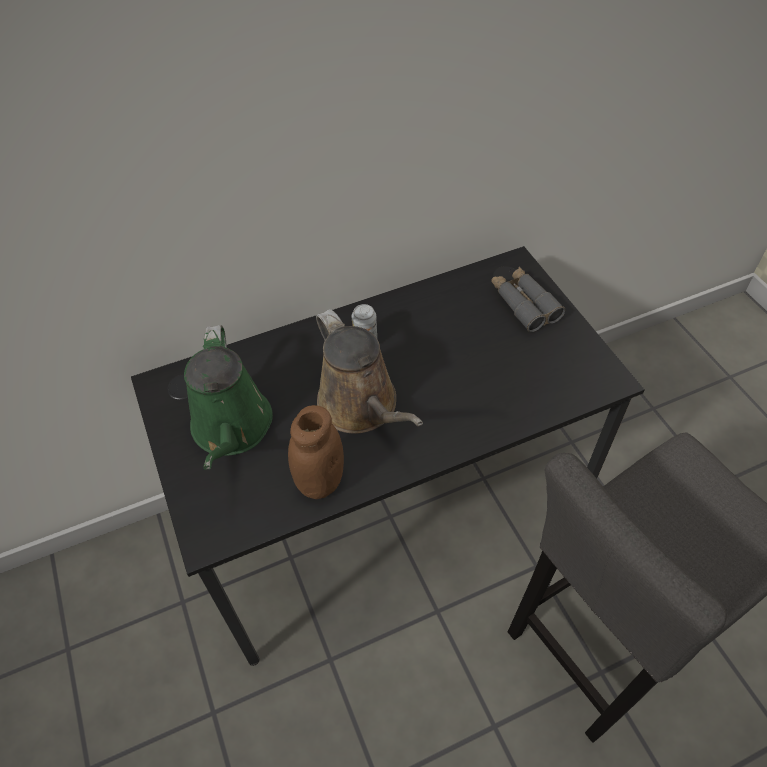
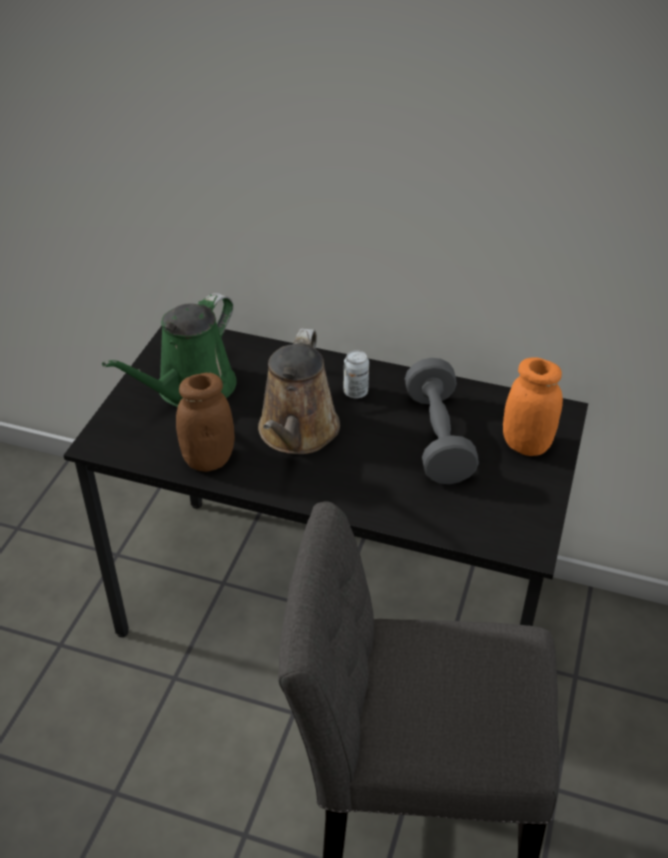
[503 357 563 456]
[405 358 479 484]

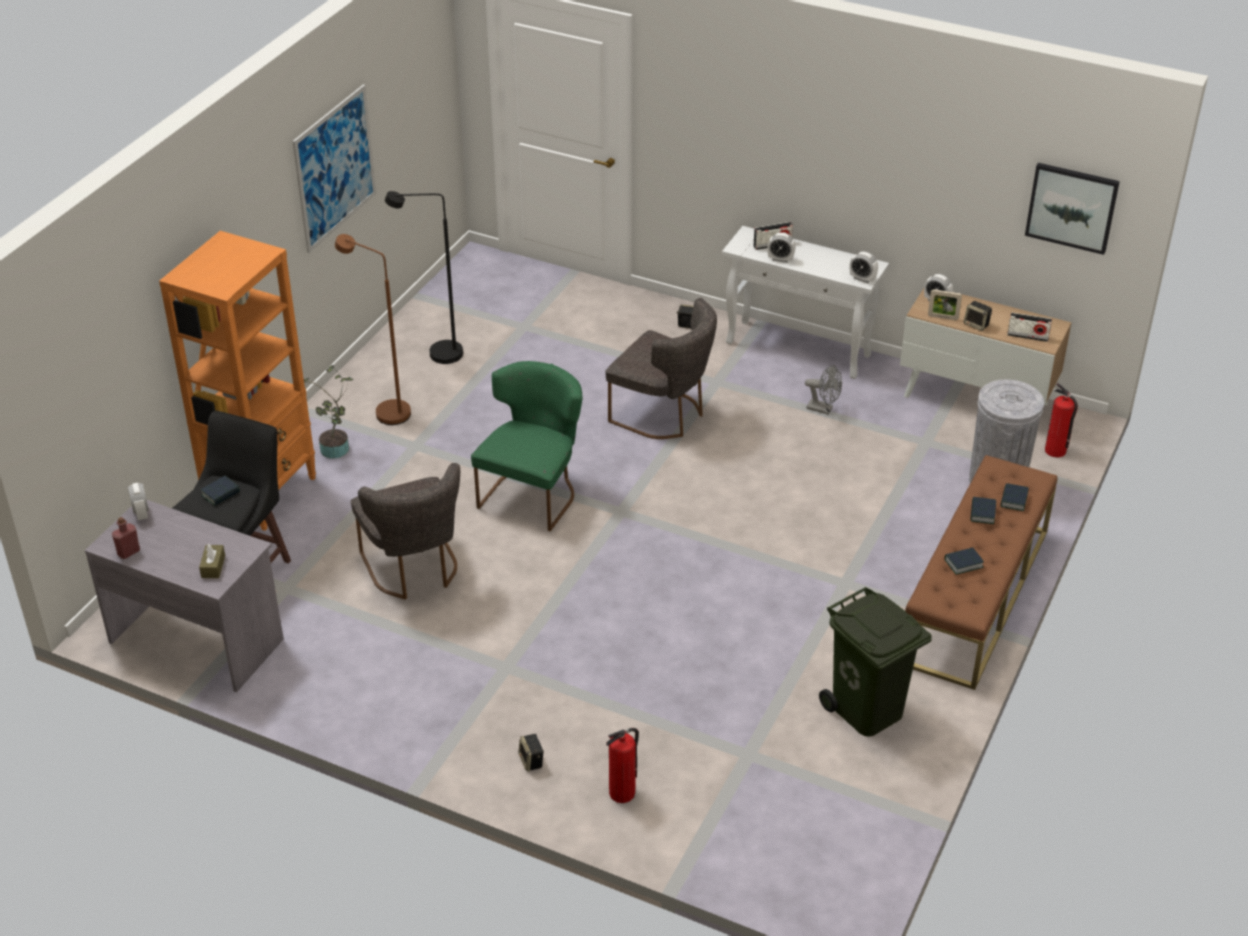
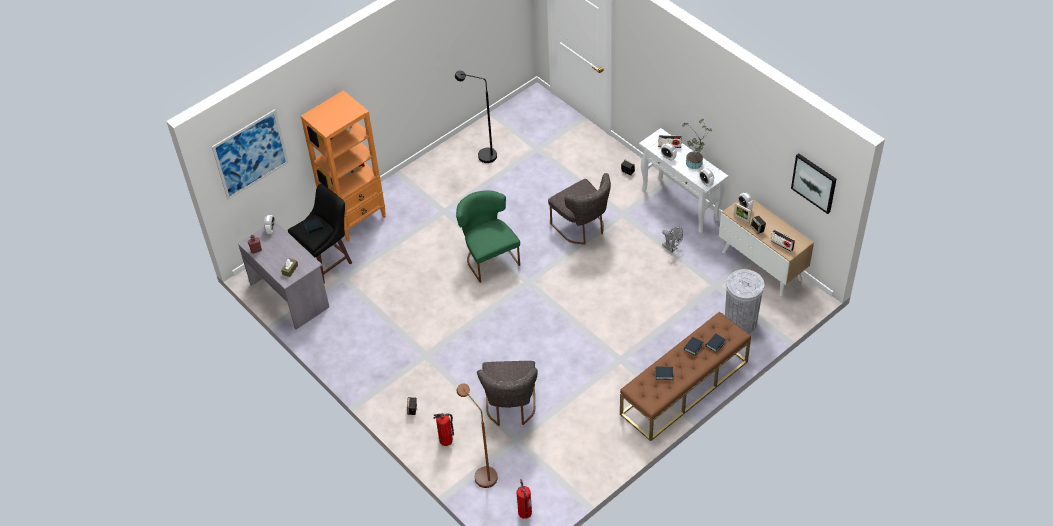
[212 109 289 200]
[682 119 712 169]
[457 383 498 488]
[477 361 538 426]
[456 191 520 283]
[819 587 932 737] (first image)
[517 479 532 519]

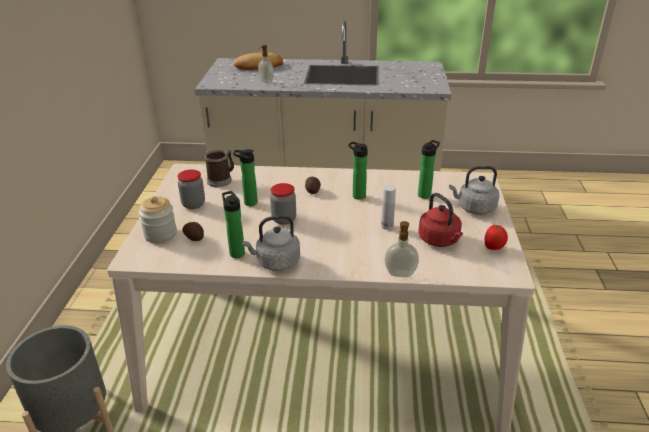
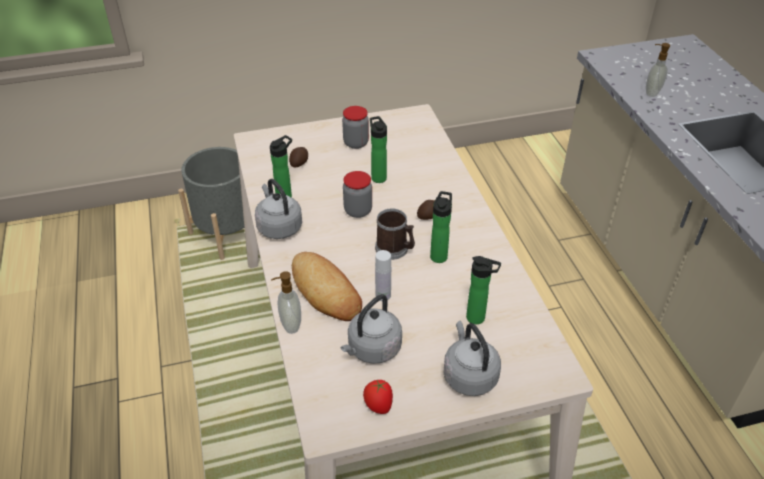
[139 196 177 243] (first image)
[375 208 415 260]
[292 252 362 321]
[340 294 402 364]

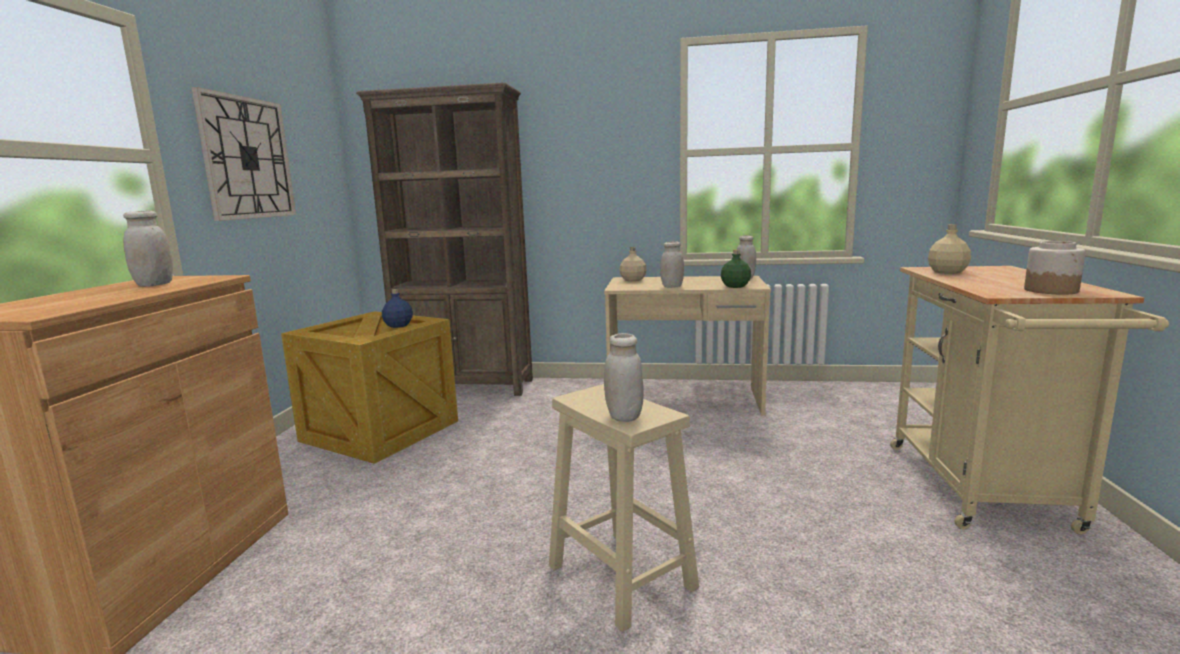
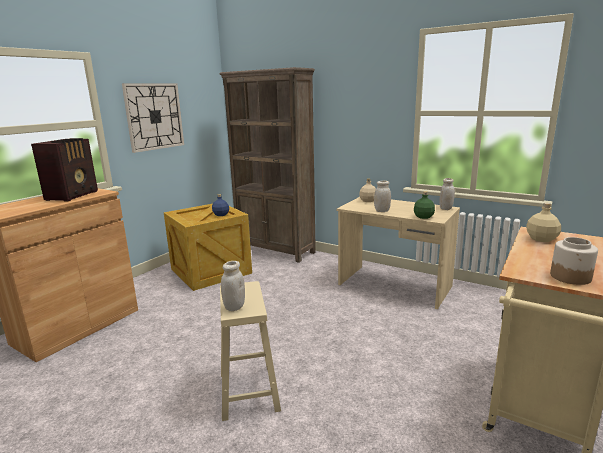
[31 138 98 202]

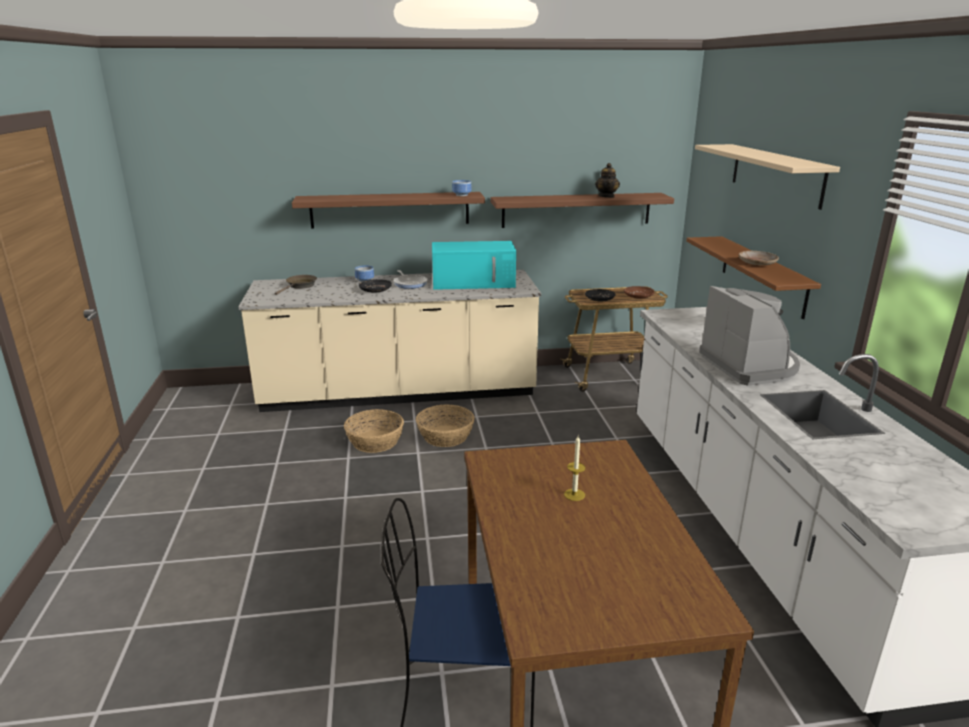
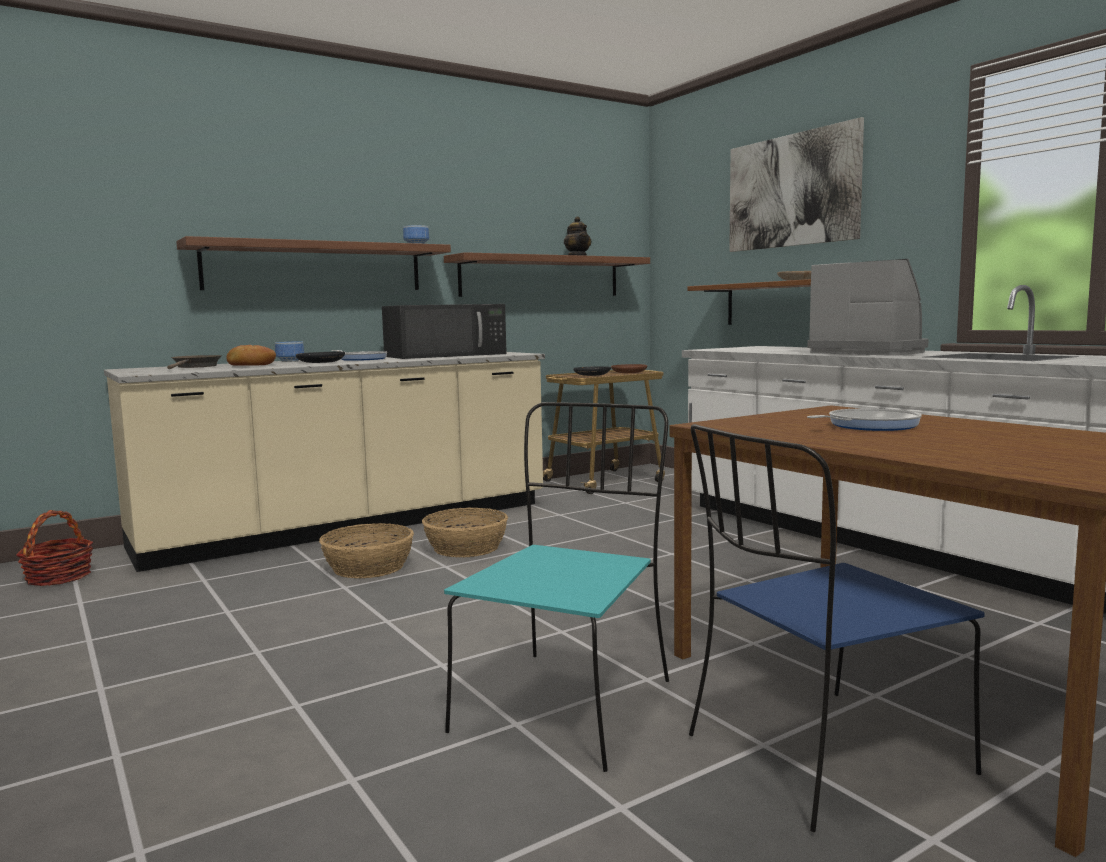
[382 304 507 359]
[807 408 922 431]
[729 117 864 252]
[16 510 93 586]
[226 345 276 366]
[444 402 669 772]

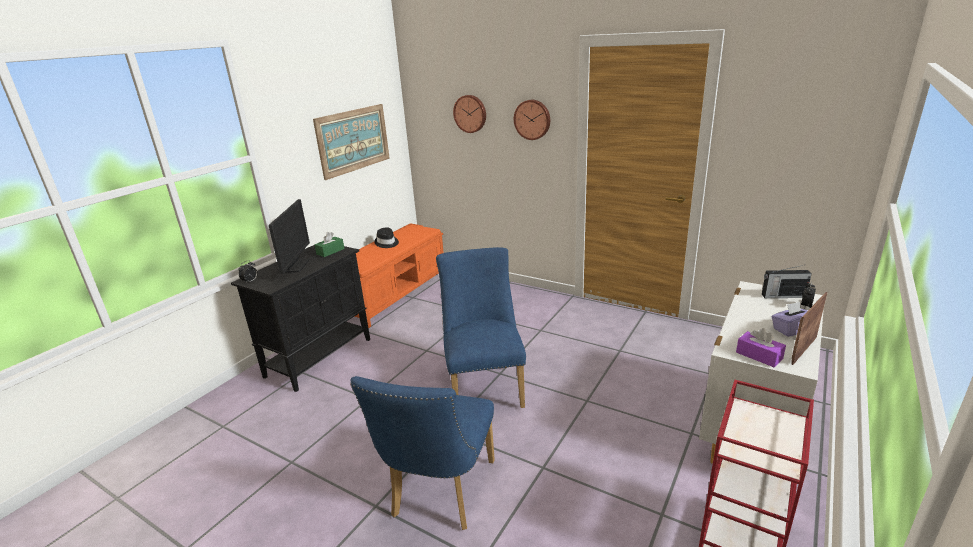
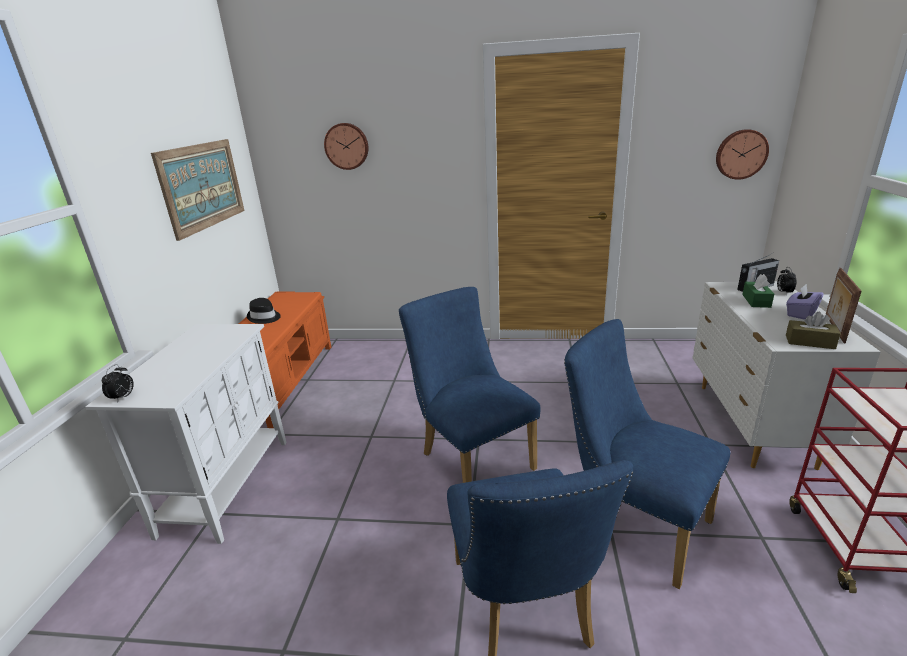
[86 324 286 544]
[269 199 310 274] (first image)
[742 274 774 308]
[716 129 769 180]
[786 312 841 349]
[564 319 730 589]

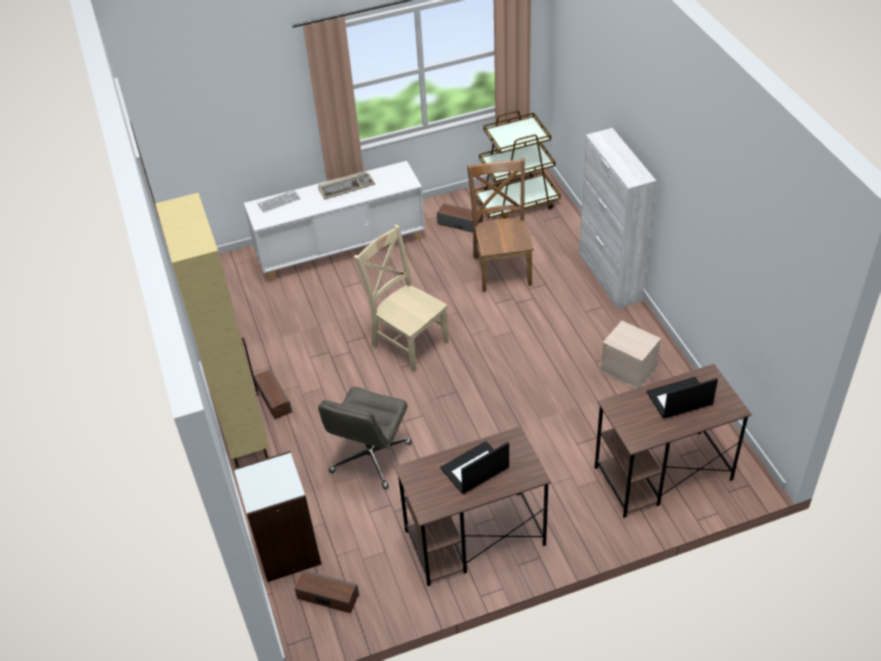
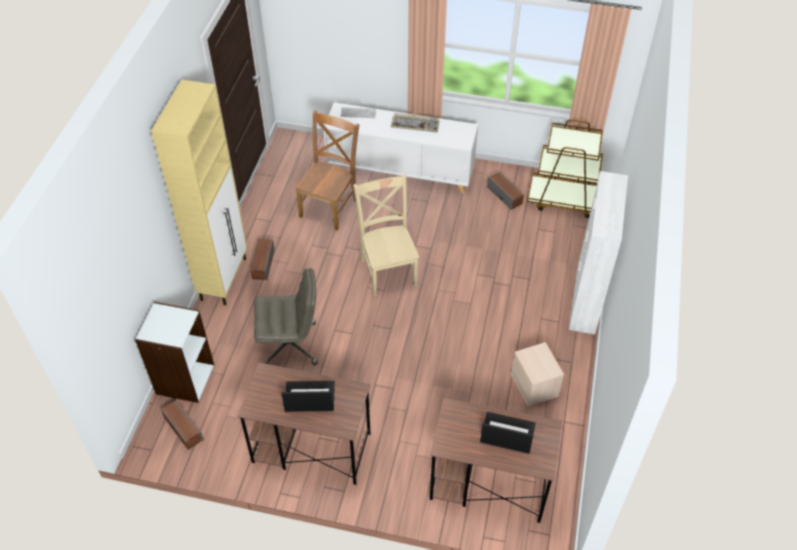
[254 268 318 365]
[295 110 359 230]

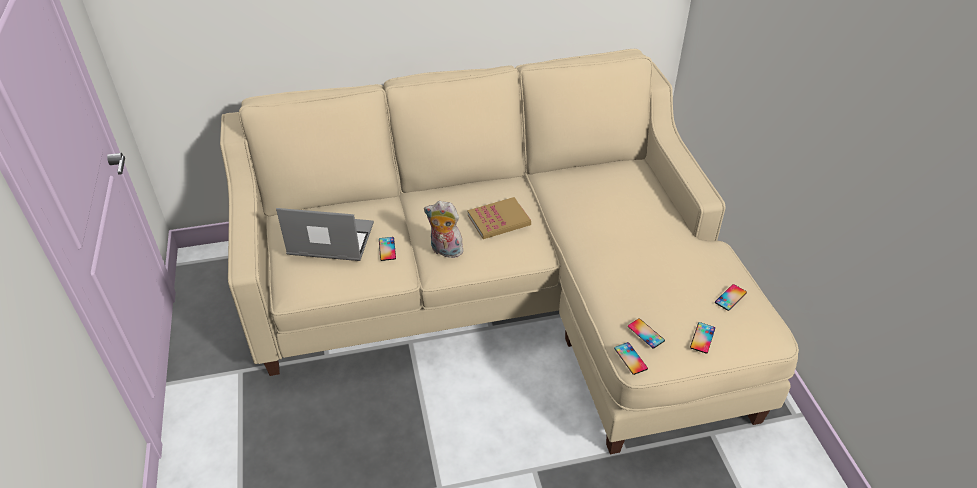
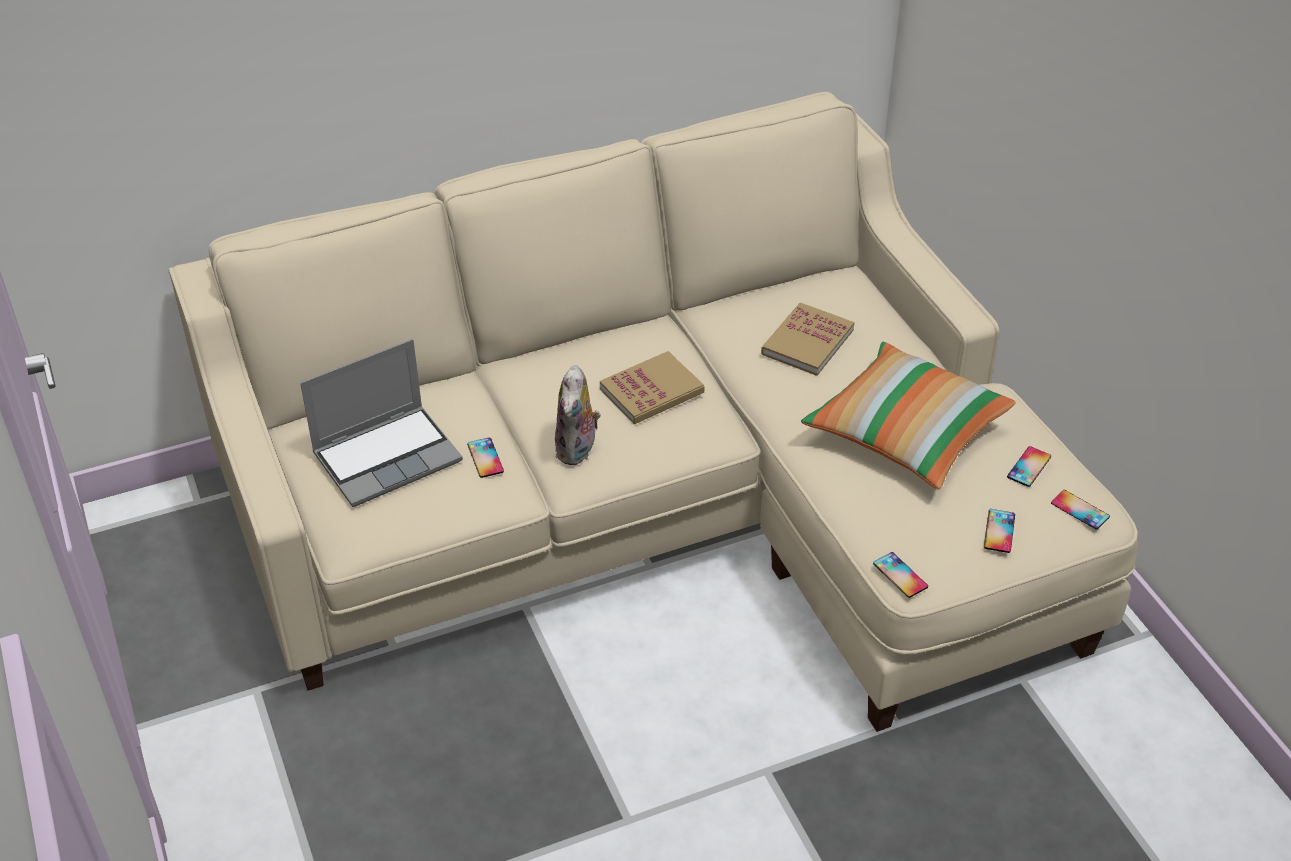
[300 339 463 507]
[555 365 601 465]
[1051 490 1110 530]
[761 302 854 376]
[801 342 1016 489]

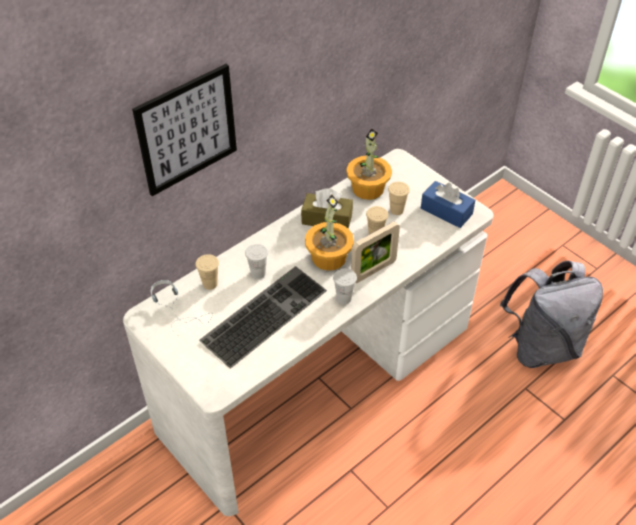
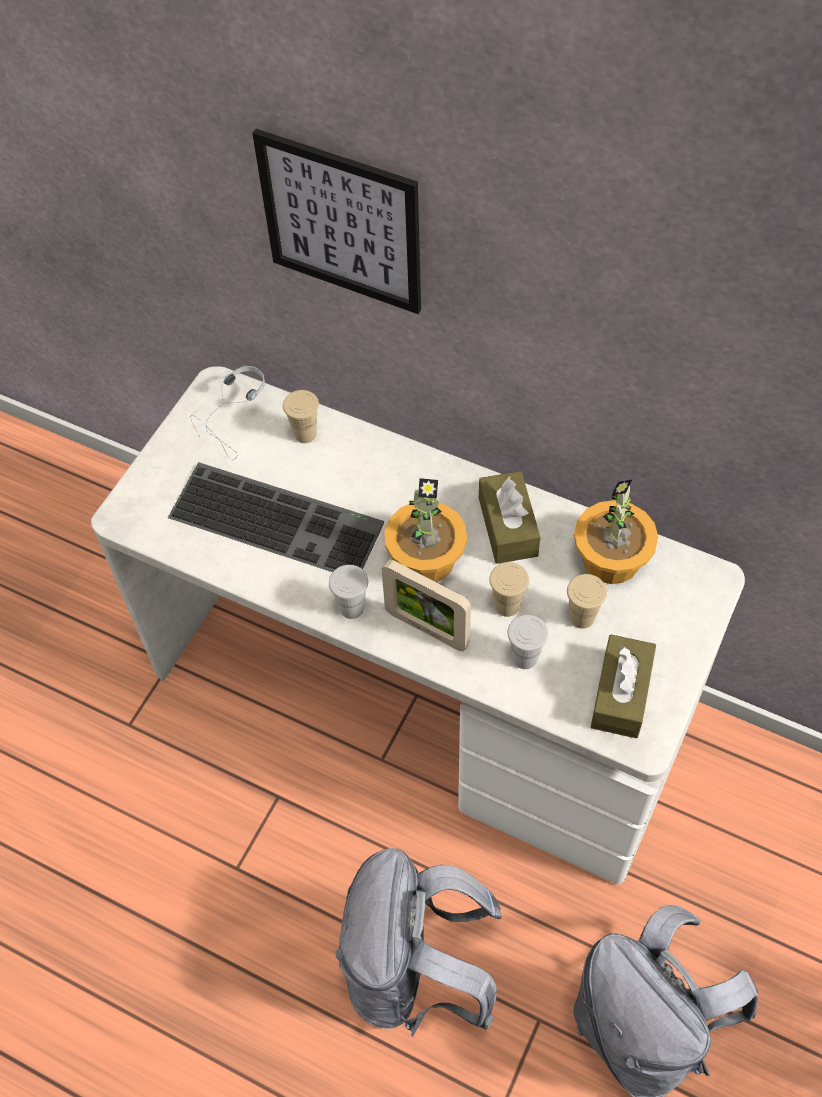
[508 615 548 669]
[591 634 656 739]
[335 848 502 1037]

